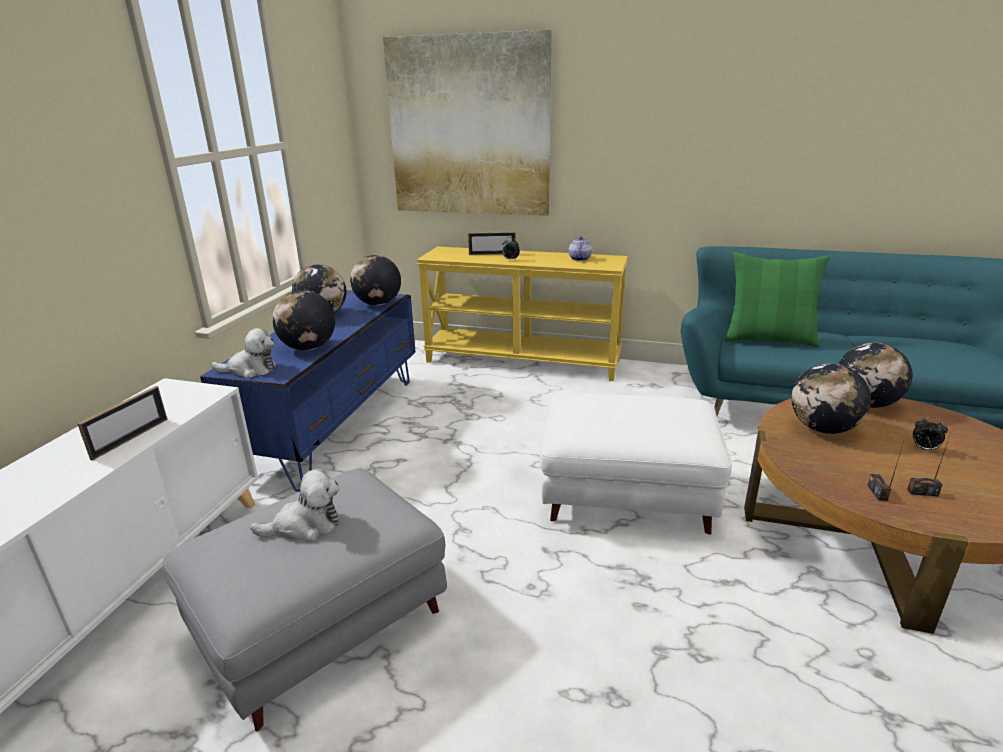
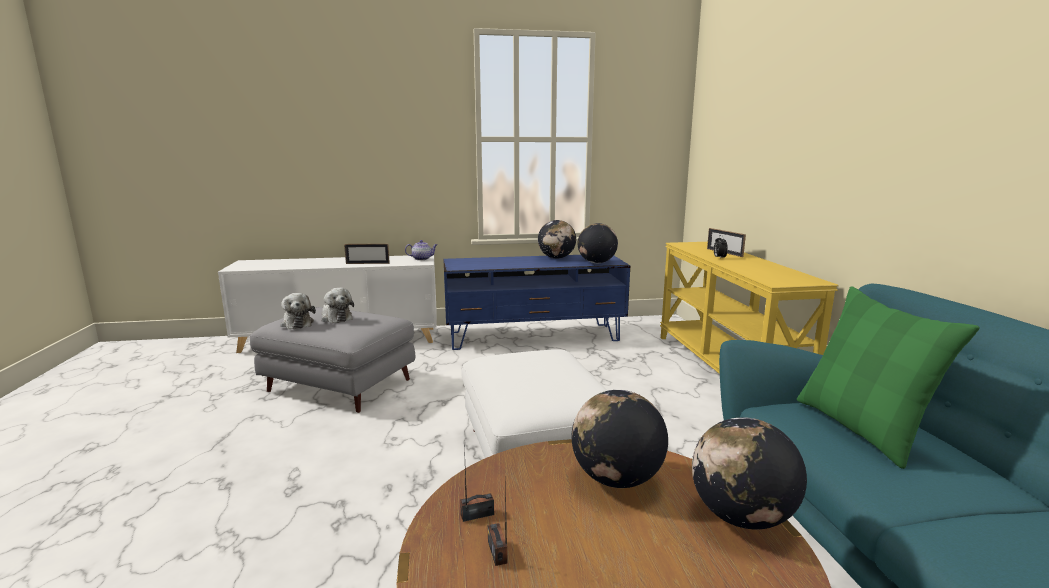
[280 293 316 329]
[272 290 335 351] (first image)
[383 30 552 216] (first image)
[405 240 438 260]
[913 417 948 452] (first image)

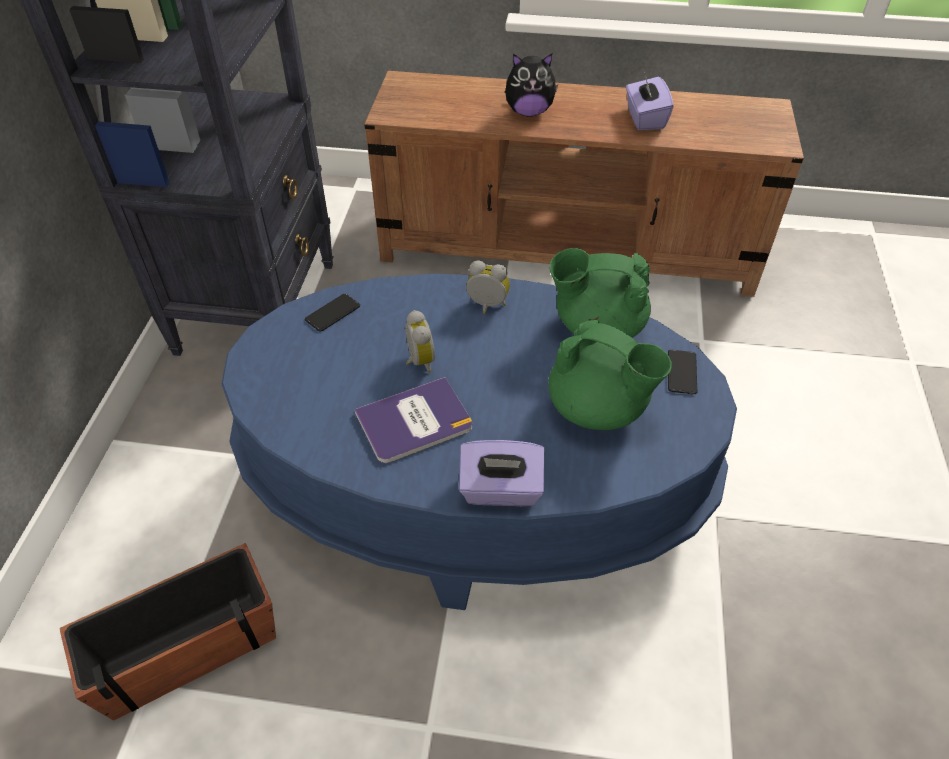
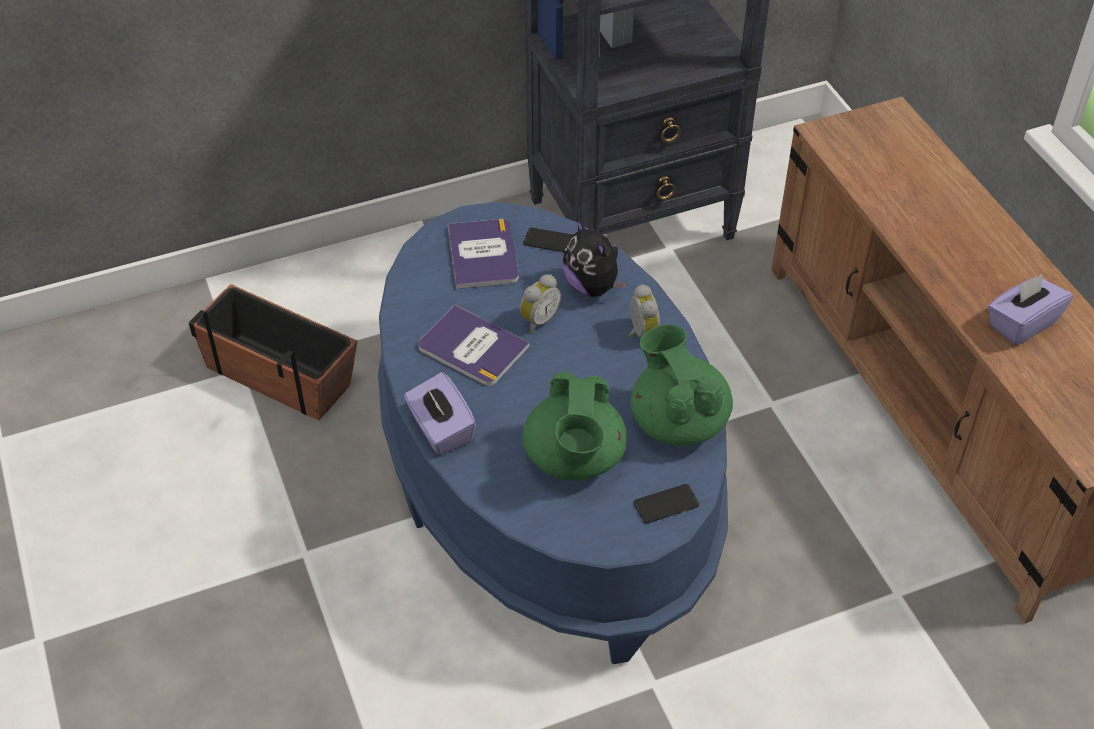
[563 218 626 297]
[448 219 519 289]

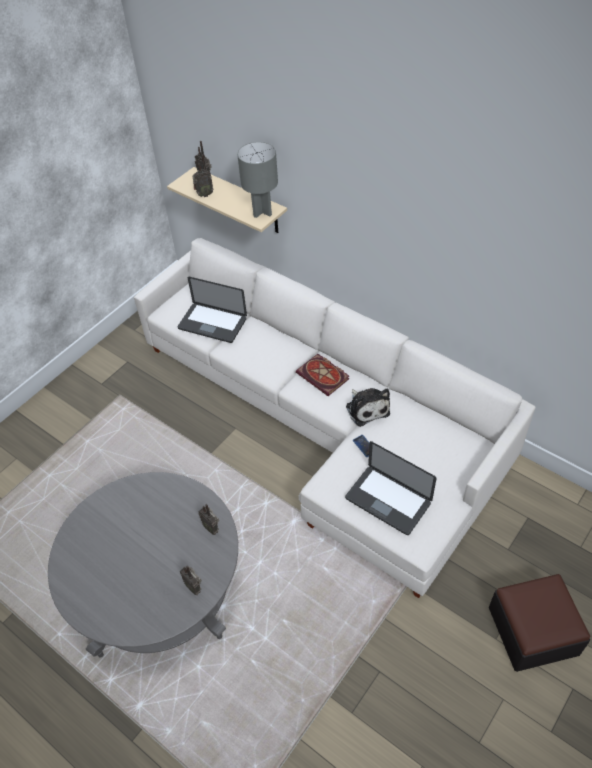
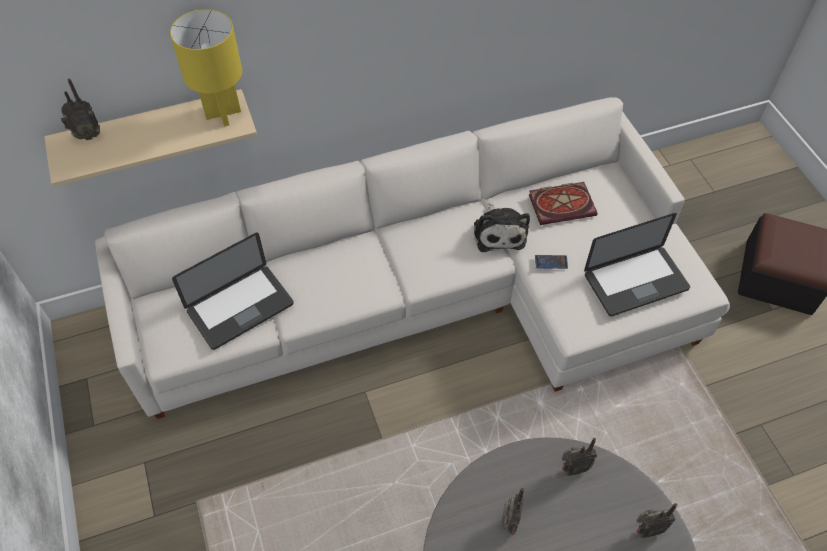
[501 488 524 535]
[170 9 242 127]
[529 182 597 225]
[474 204 530 252]

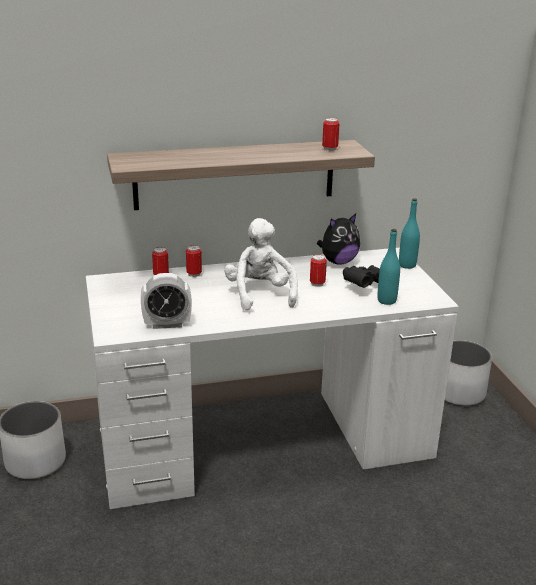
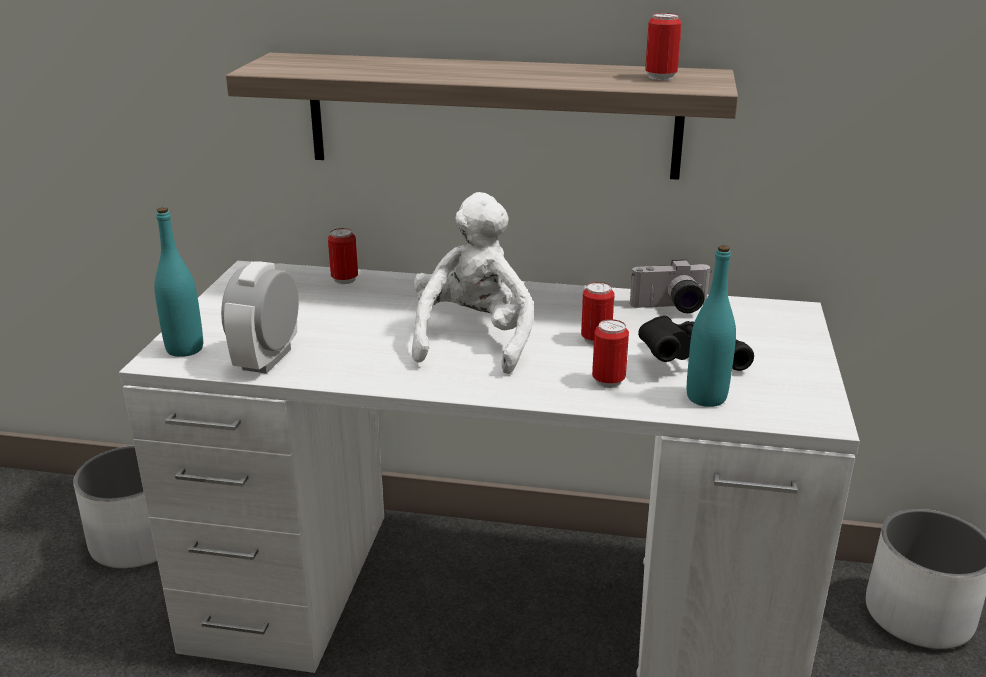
[221 261 299 374]
[592 319 629 388]
[630 259 712 313]
[154 207 203 357]

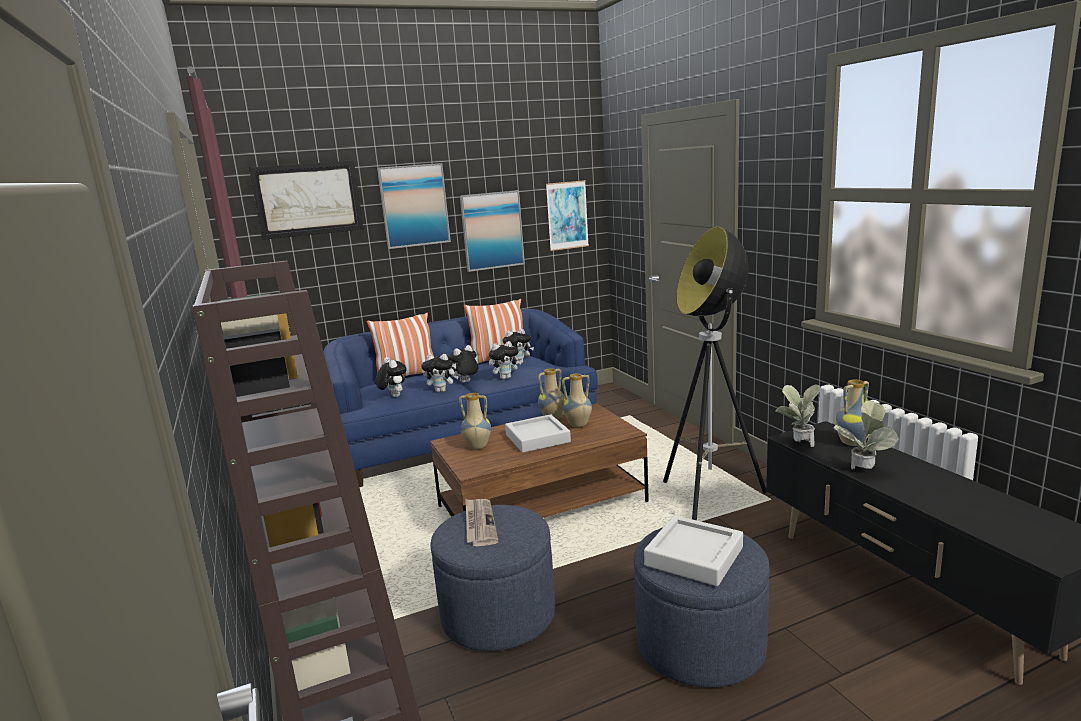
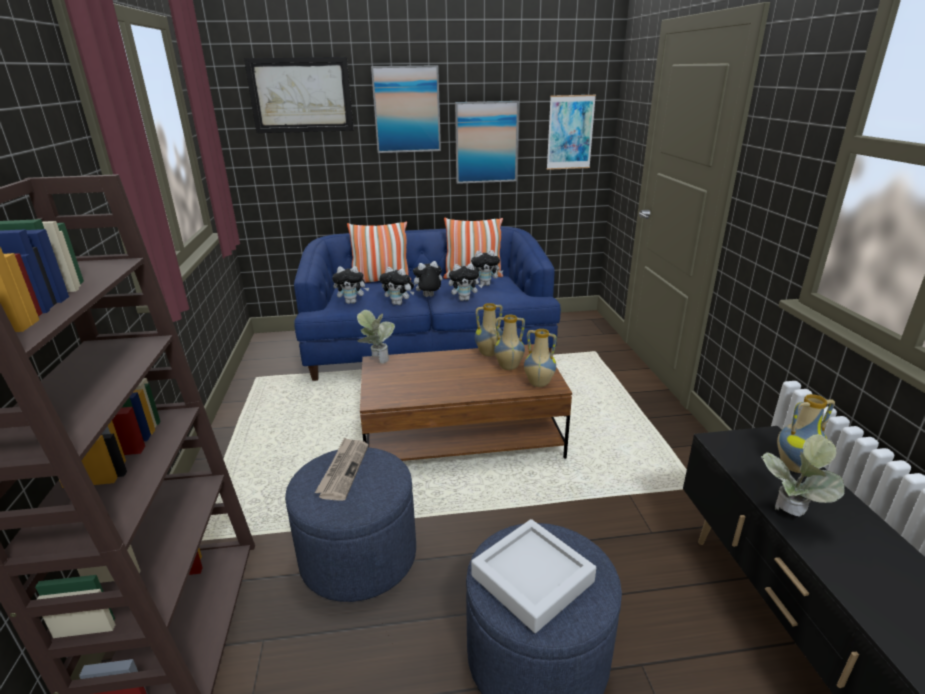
[332 266 369 304]
[524 329 557 387]
[505 414 571 453] (first image)
[663 226 767 521] (first image)
[357 310 395 364]

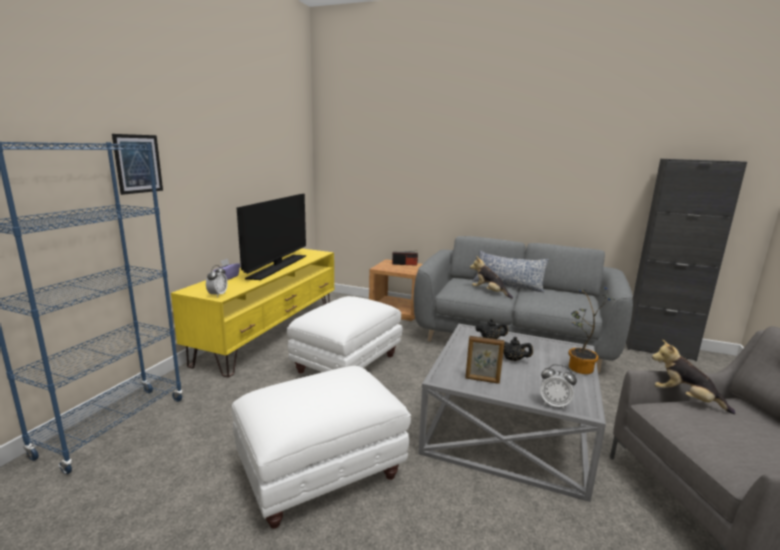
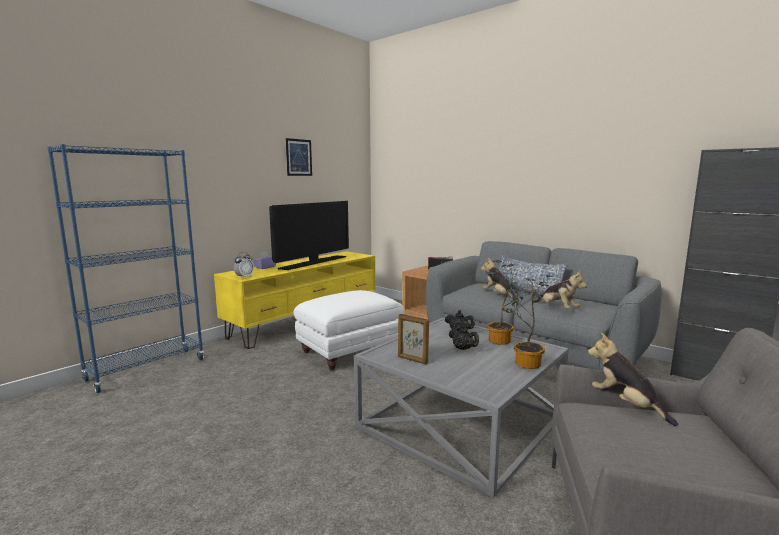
[286 138 312 176]
[231 366 411 529] (first image)
[540 364 577 410] (first image)
[485 260 532 345]
[533 272 587 309]

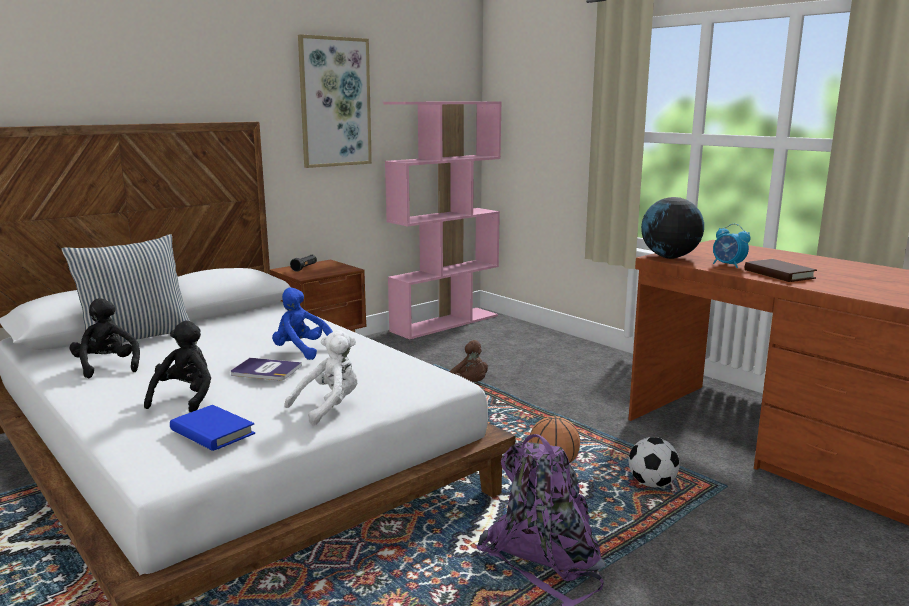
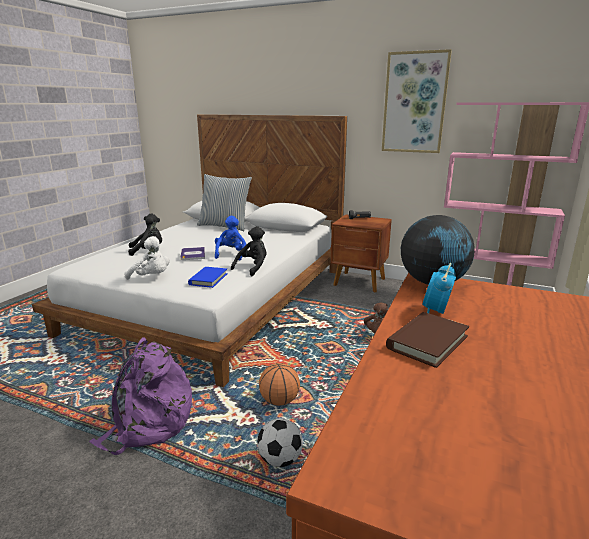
[231 226 267 276]
[188 267 228 288]

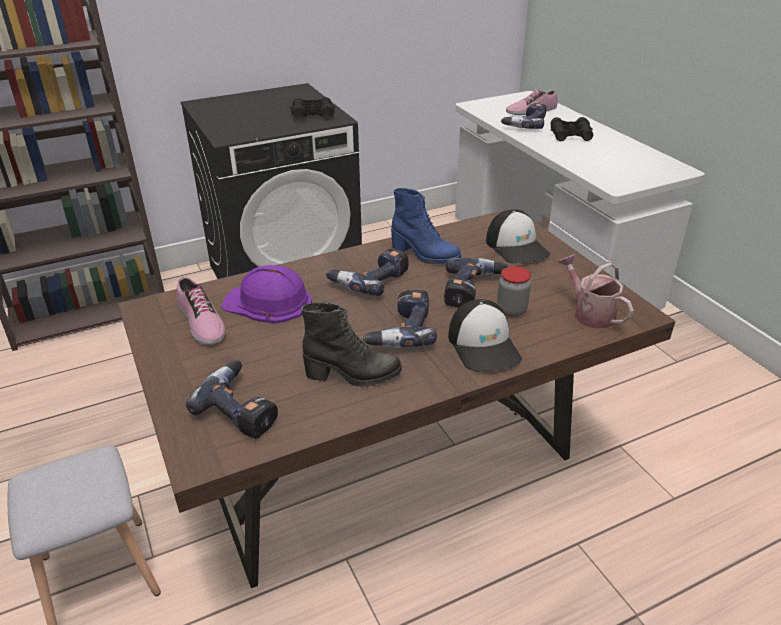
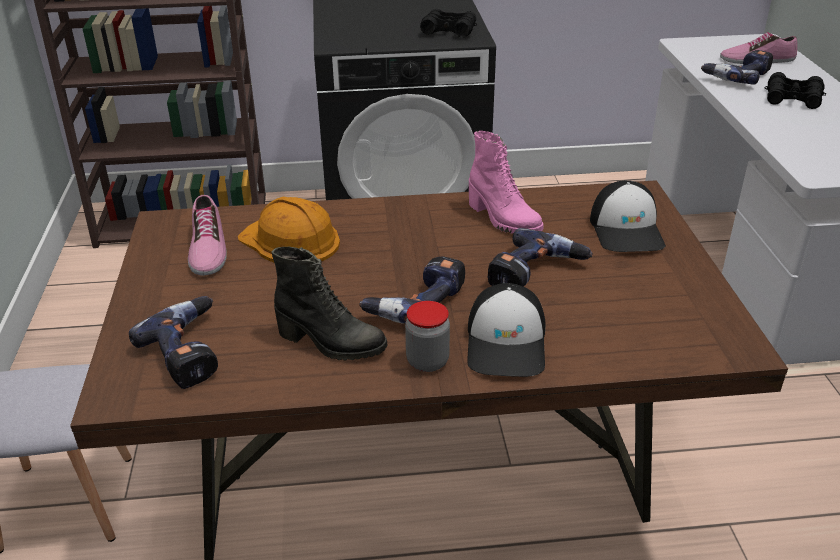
[238 197 340 262]
[326 249 409 296] (first image)
[469 131 543 234]
[405 301 450 372]
[558 255 634 328] (first image)

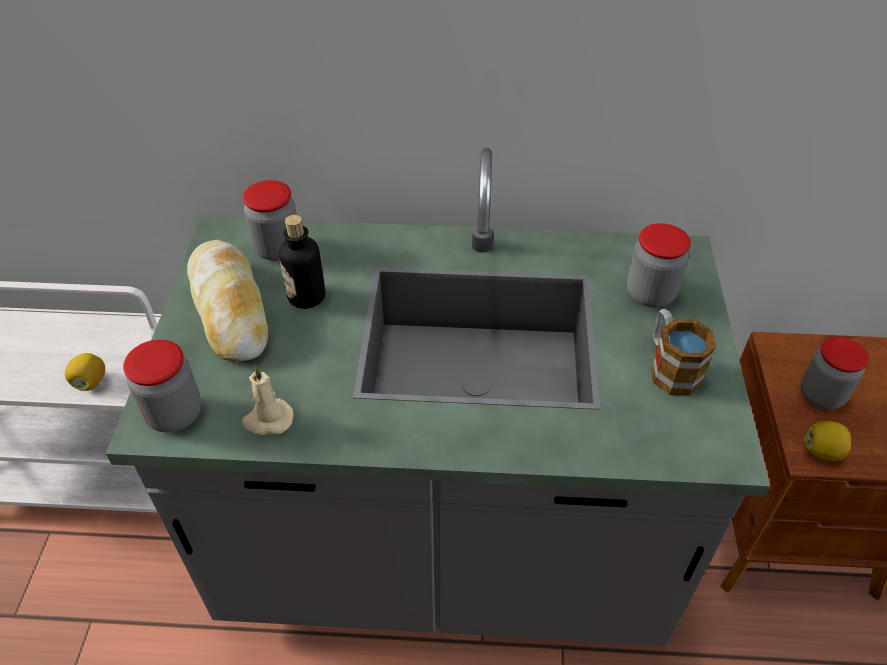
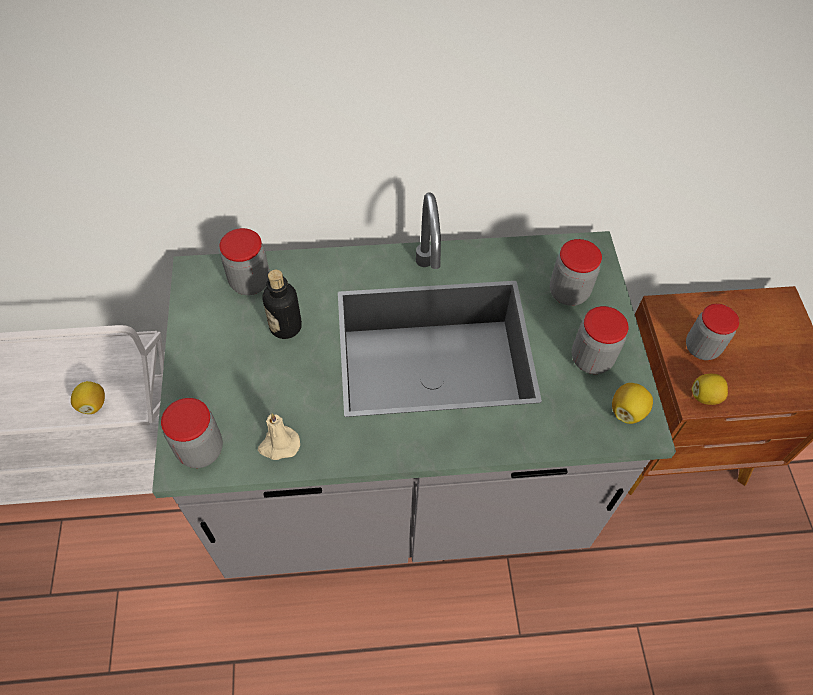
[187 240 268 362] (first image)
[572 306 629 374]
[612 383 653 424]

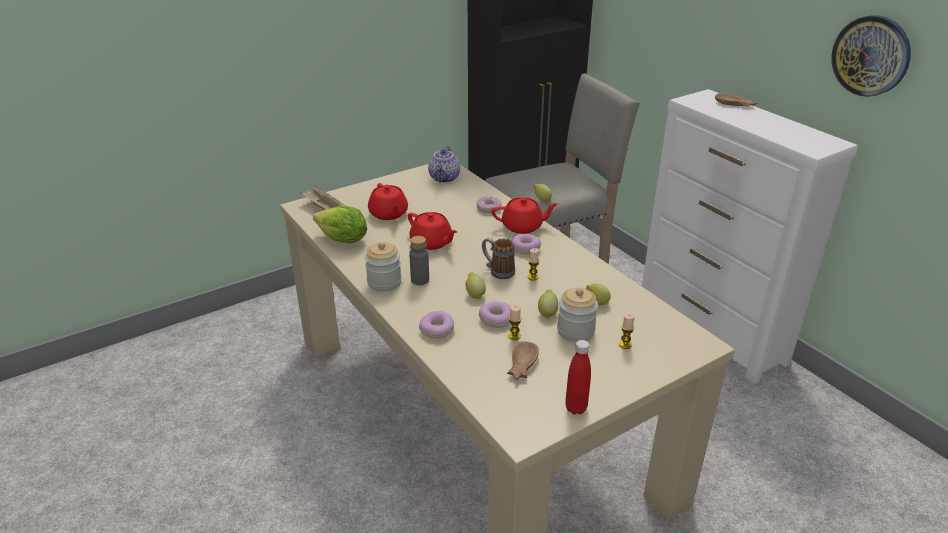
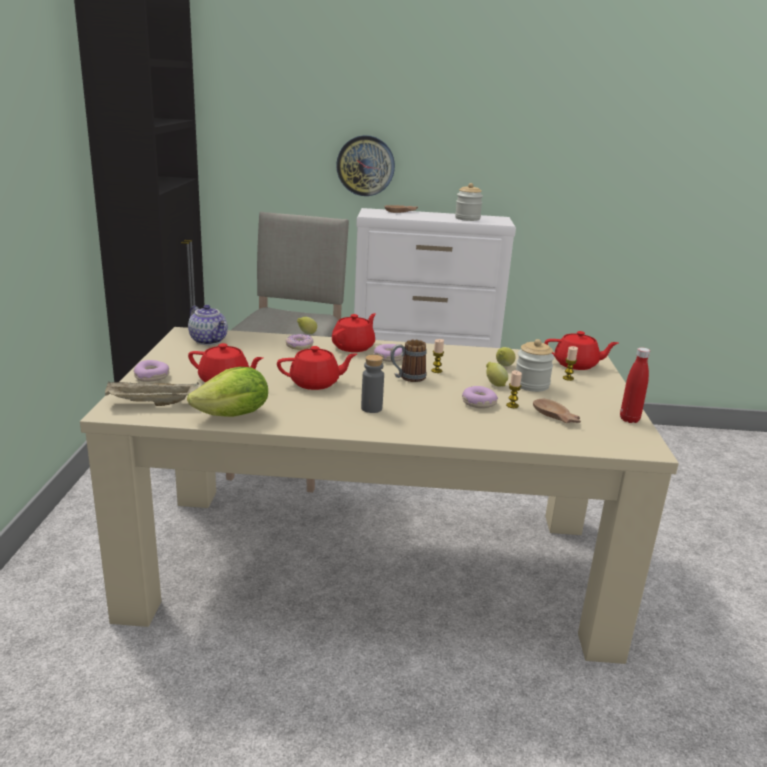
[455 183 483 221]
[134 360 169 382]
[466 272 486 299] (first image)
[336 135 395 196]
[545 331 619 370]

